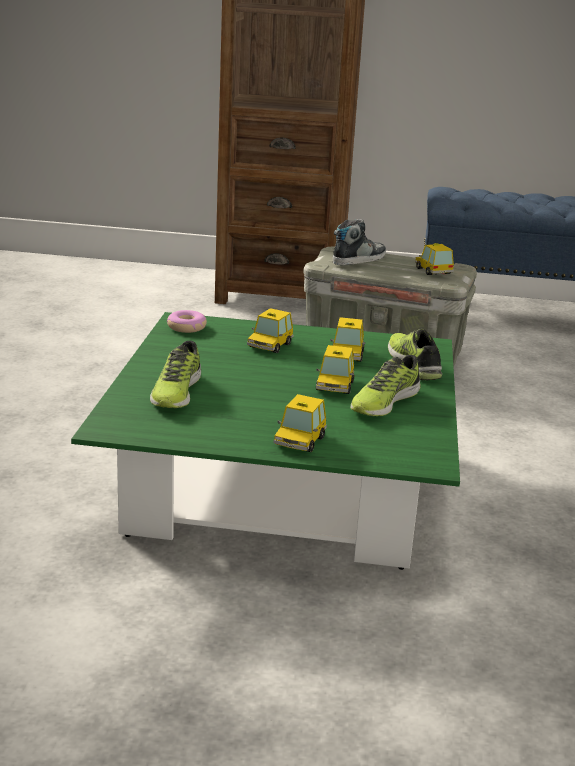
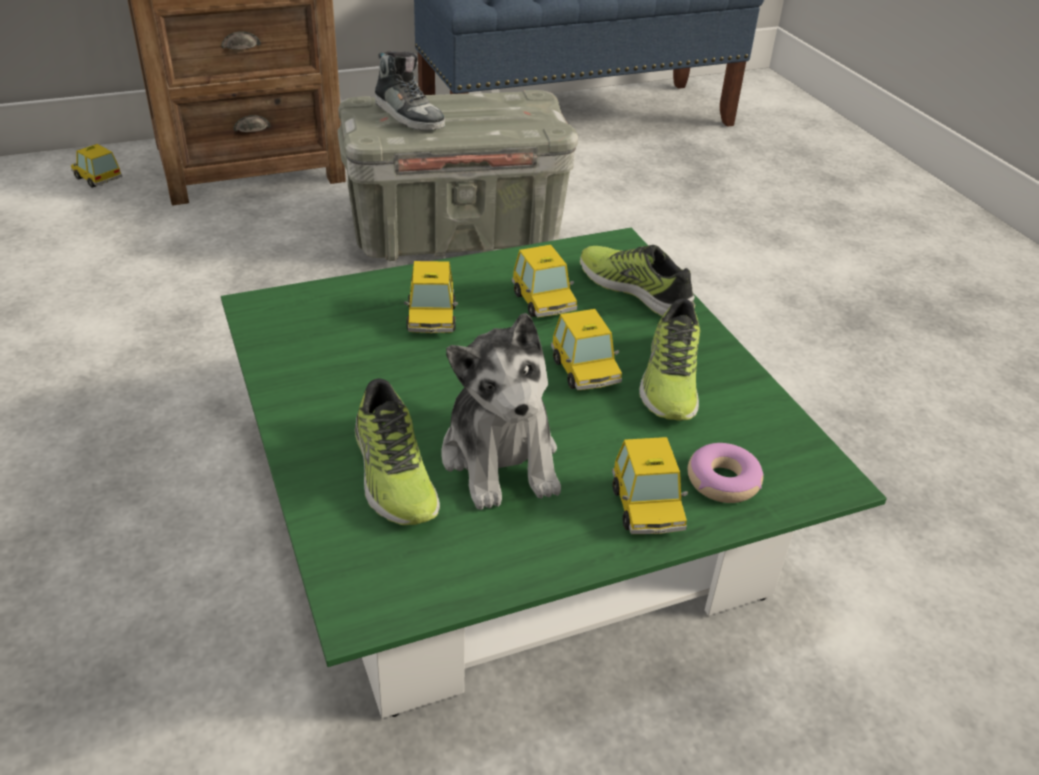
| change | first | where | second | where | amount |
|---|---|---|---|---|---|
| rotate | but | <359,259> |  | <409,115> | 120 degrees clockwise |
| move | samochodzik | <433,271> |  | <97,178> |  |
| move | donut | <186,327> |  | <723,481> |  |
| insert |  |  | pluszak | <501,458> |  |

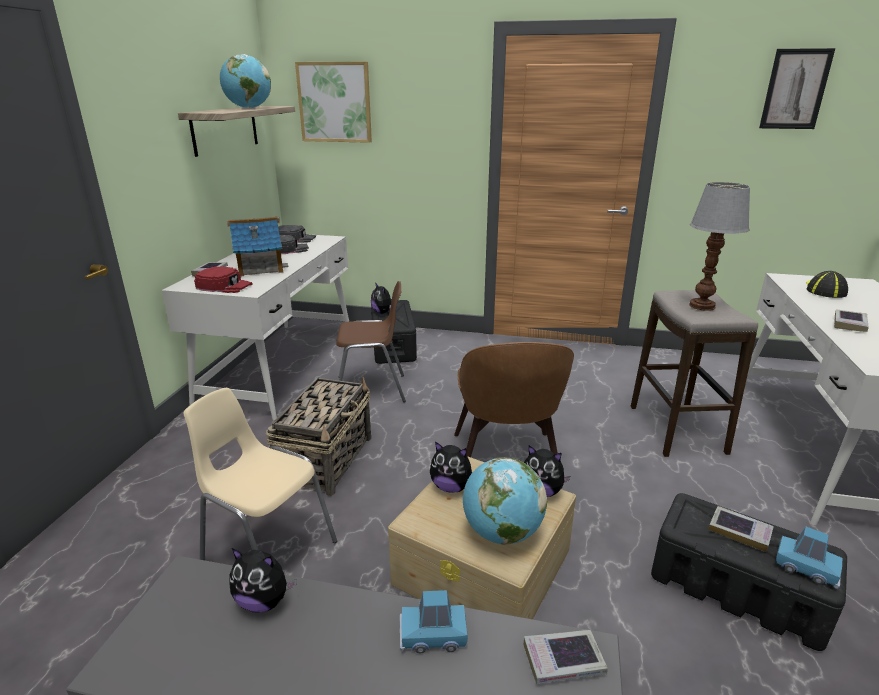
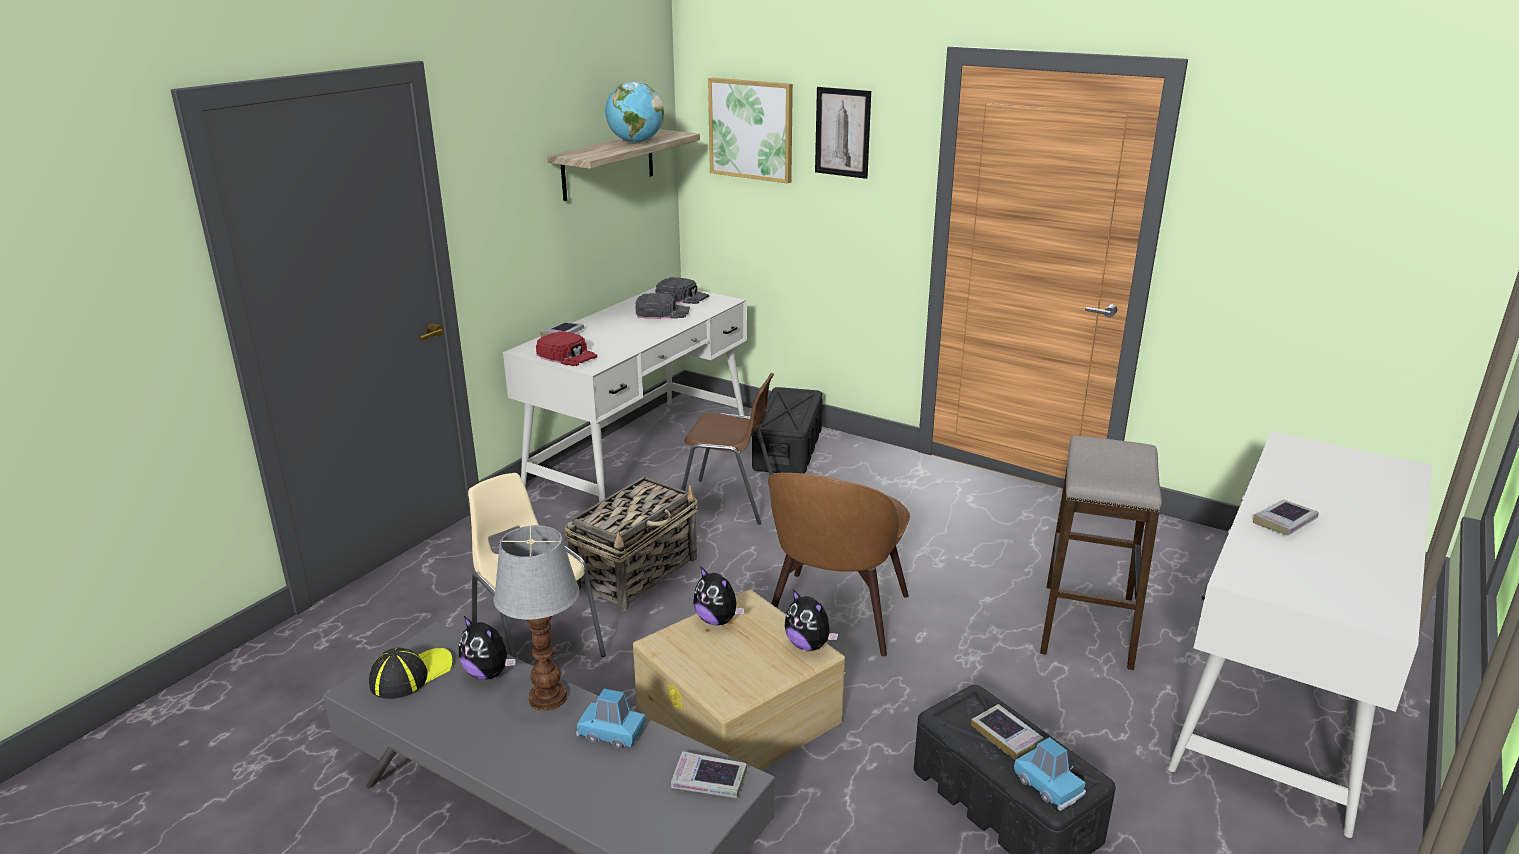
| change | first | where | second | where | amount |
|---|---|---|---|---|---|
| move | obraz | <795,89> |  | <842,132> |  |
| move | lampa stołowa | <703,306> |  | <549,698> |  |
| delete | domek | <259,268> |  |  |  |
| move | czapka z daszkiem | <824,290> |  | <411,675> |  |
| delete | pluszak | <382,312> |  |  |  |
| delete | globus | <501,533> |  |  |  |

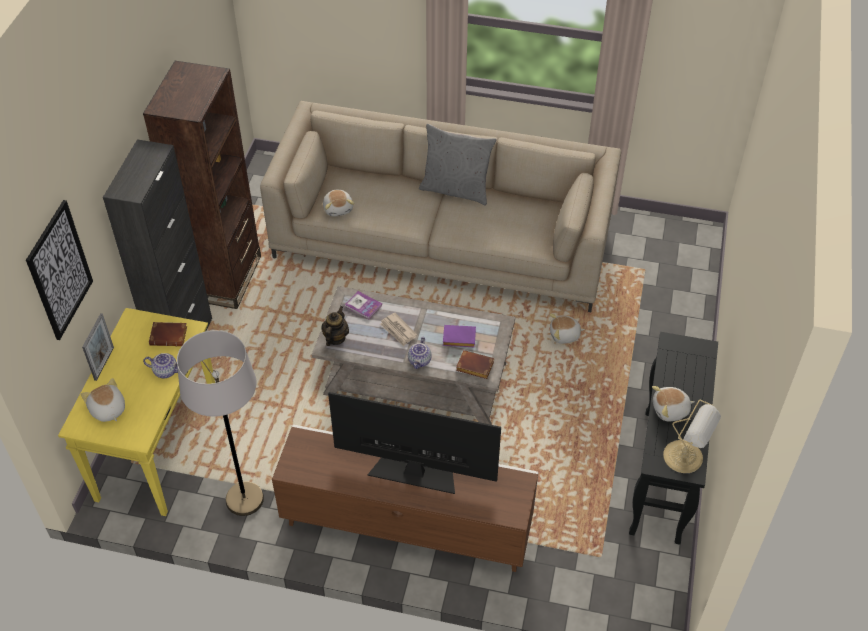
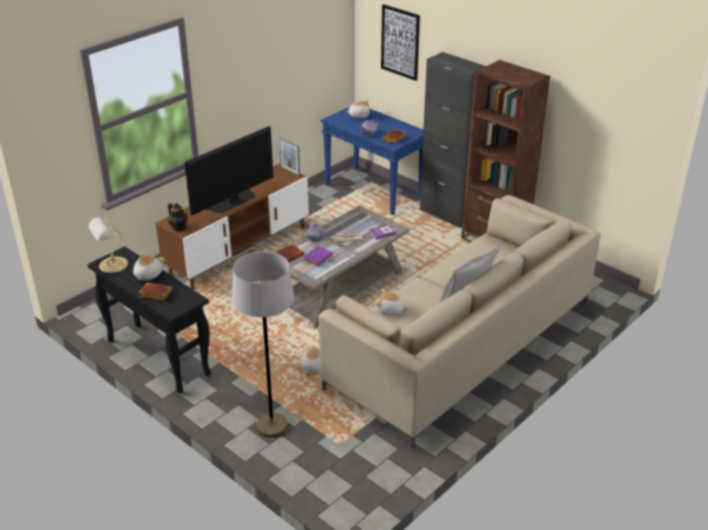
| change | first | where | second | where | amount |
|---|---|---|---|---|---|
| move | pluszak | <338,208> |  | <390,311> |  |
| move | imbryk | <335,338> |  | <179,227> |  |
| recolor | stolik konsolowy (żółty) | <158,446> | stolik konsolowy (niebieski) | <374,191> |  |
| move | ramka na zdjęcie | <104,363> |  | <290,171> |  |
| move | lampa stojąca (szary) | <244,499> |  | <271,426> |  |
| insert |  |  | książka (brązowy) | <154,294> |  |

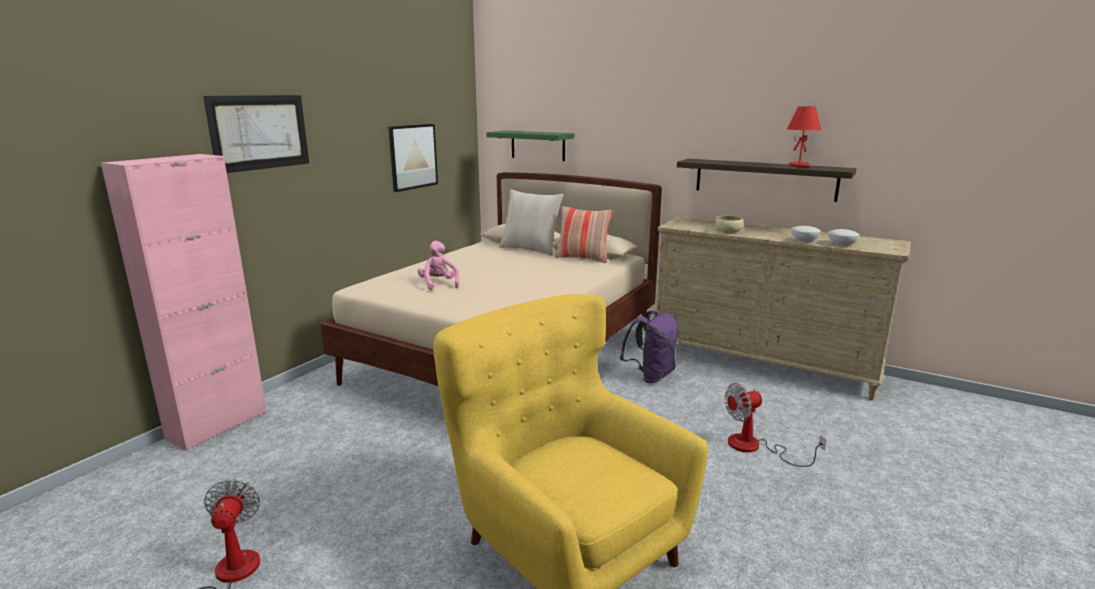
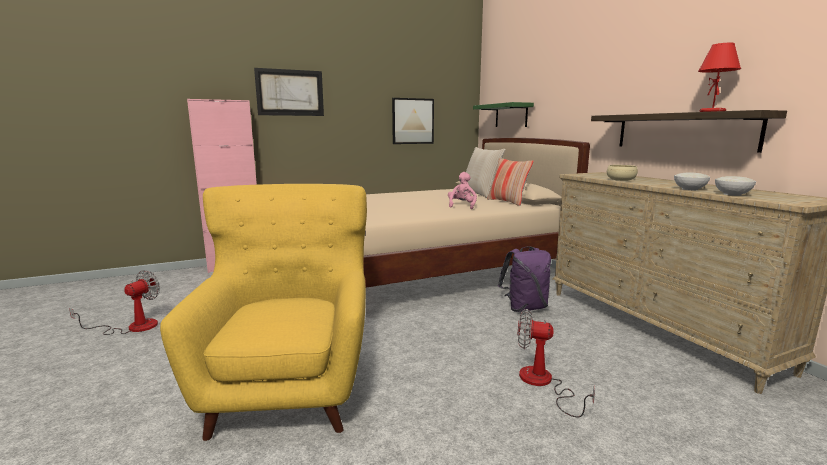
| change | first | where | second | where | amount |
|---|---|---|---|---|---|
| move | pluszak (różowy) | <439,284> |  | <462,206> |  |

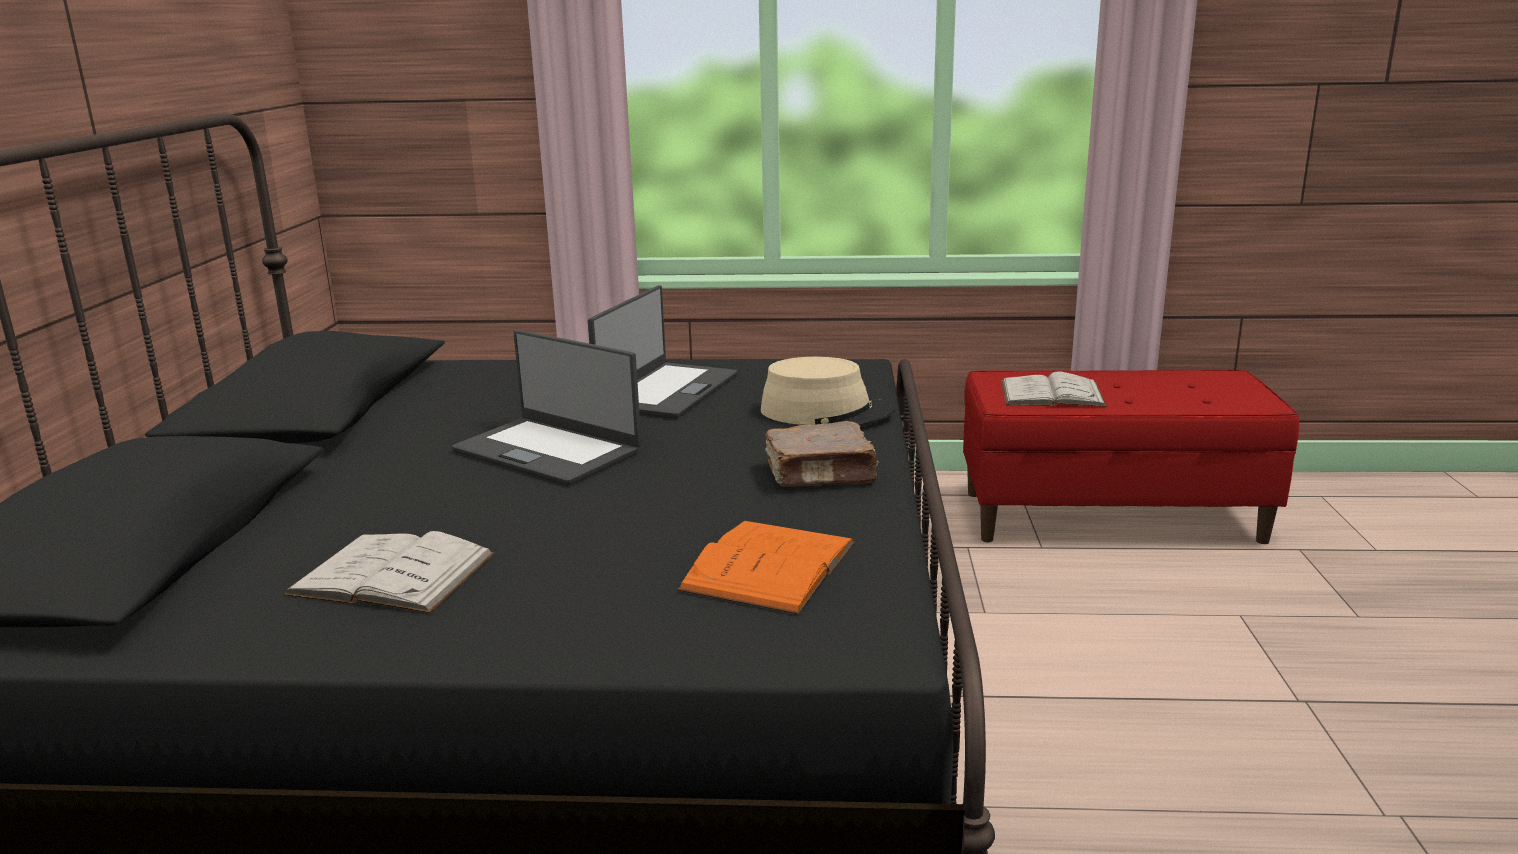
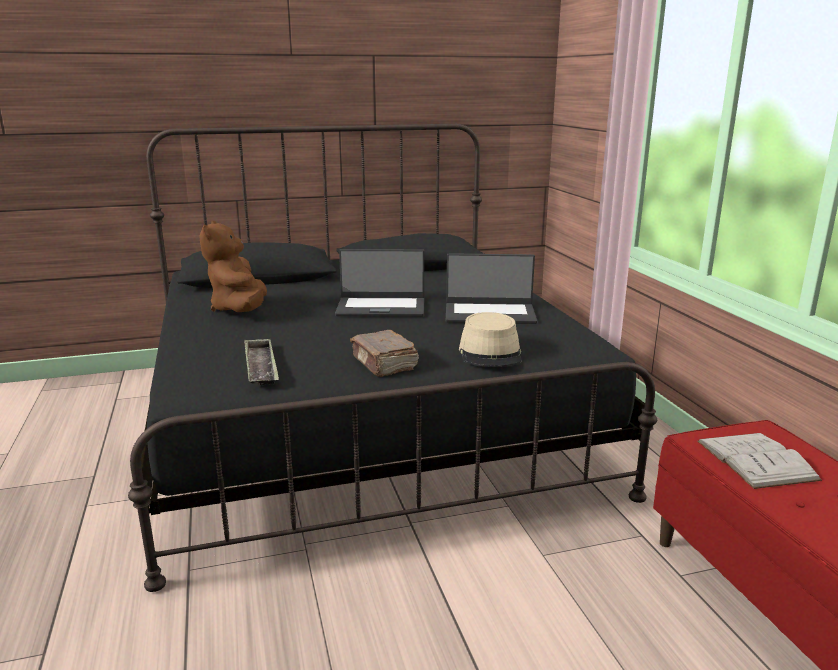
| change | first | where | second | where | amount |
|---|---|---|---|---|---|
| rotate | laptop | <548,451> |  | <381,307> | 105 degrees counterclockwise |
| replace | książka (pomarańczowy) | <769,566> | taca | <261,367> |  |
| replace | książka (biały) | <392,574> | pluszak (brązowy) | <240,310> |  |

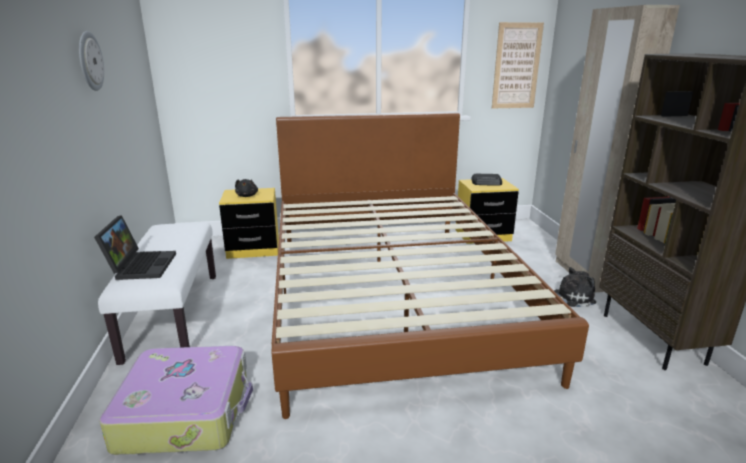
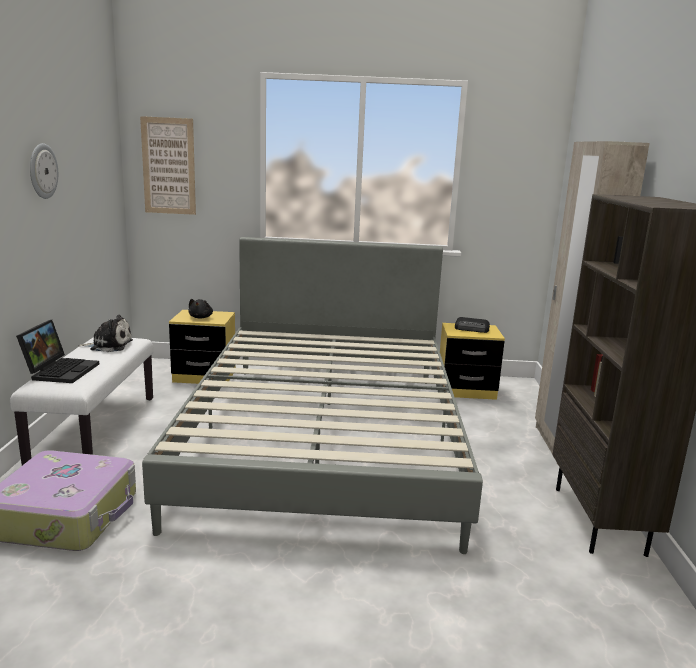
| change | first | where | second | where | amount |
|---|---|---|---|---|---|
| move | obraz | <516,66> |  | <168,166> |  |
| recolor | łóżko (brązowy) | <392,294> | łóżko (szary) | <327,437> |  |
| move | pluszak | <571,298> |  | <109,345> |  |

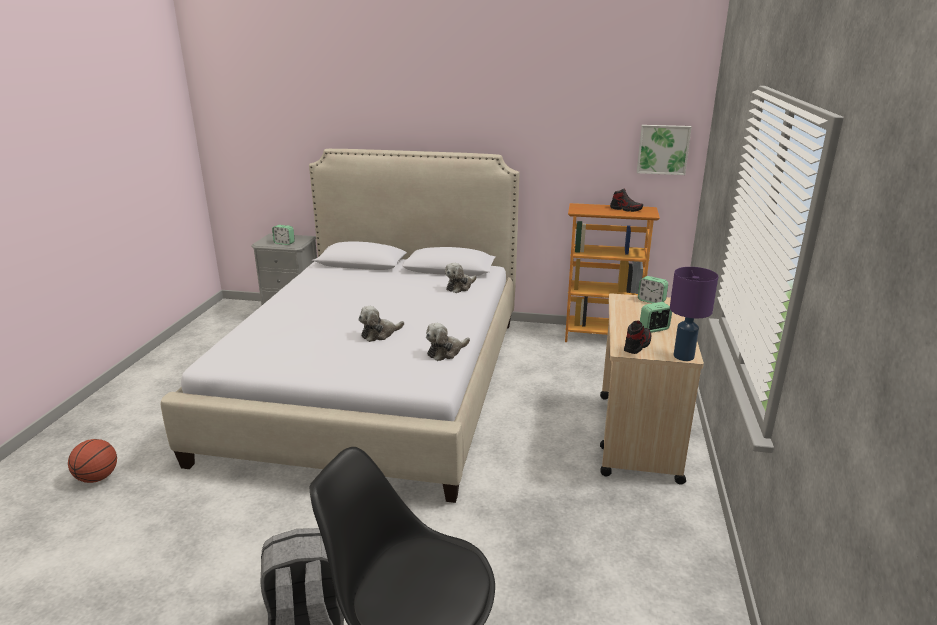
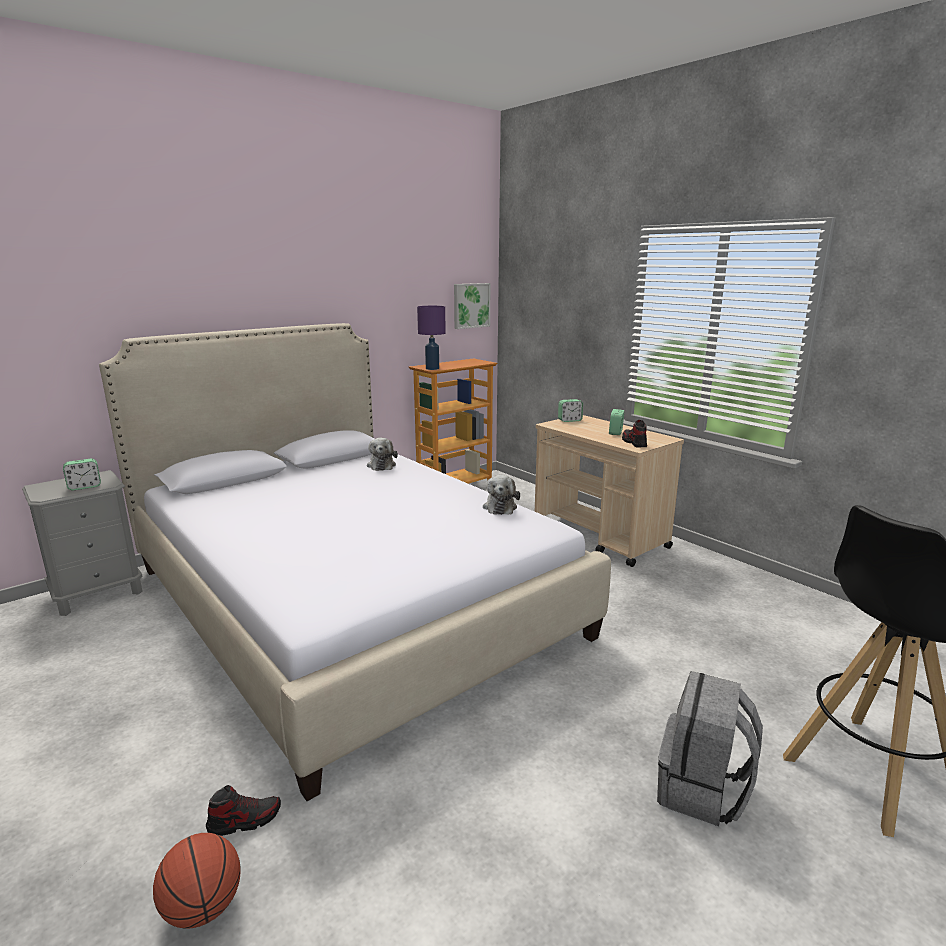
| change | first | where | second | where | amount |
|---|---|---|---|---|---|
| move | but | <626,209> |  | <245,820> |  |
| move | lampa stołowa (fioletowy) | <684,356> |  | <432,368> |  |
| delete | pluszak | <379,334> |  |  |  |

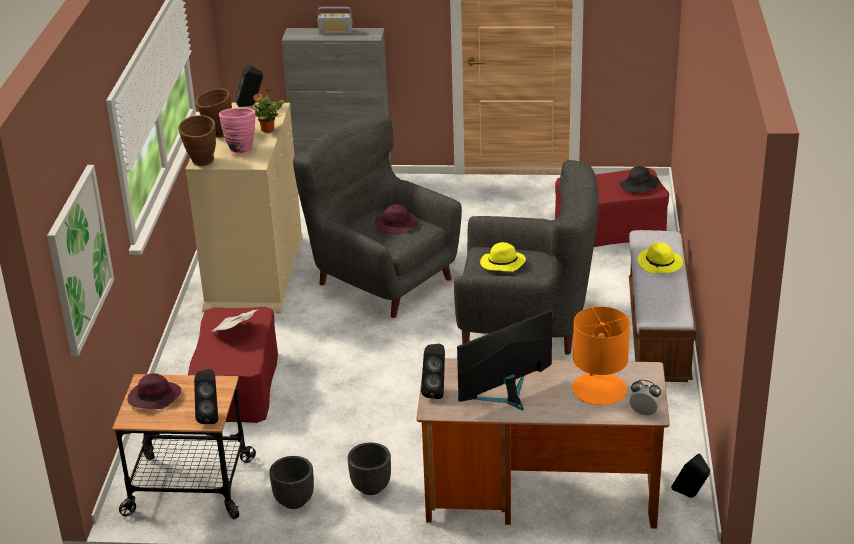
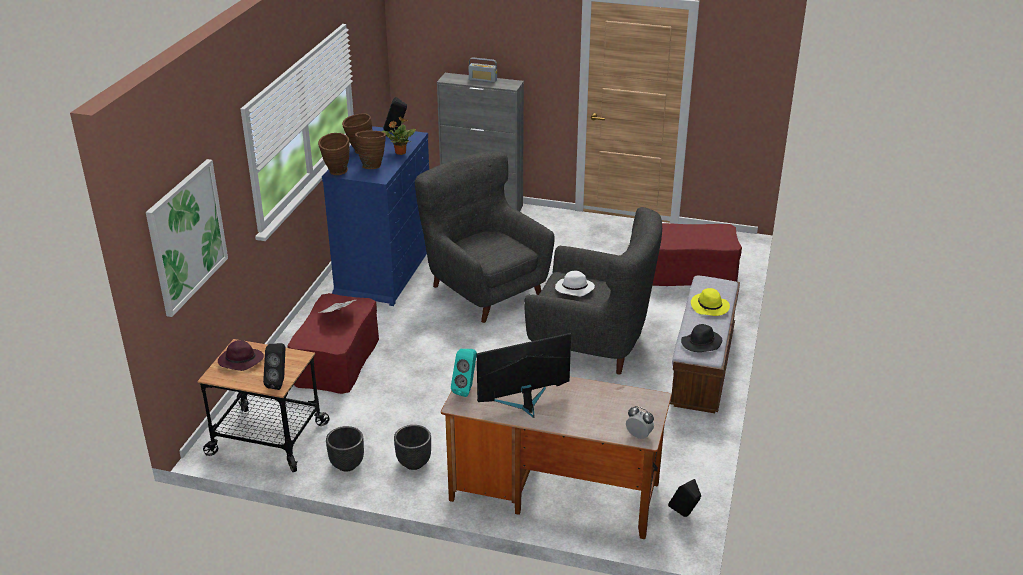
| change | first | where | second | where | amount |
|---|---|---|---|---|---|
| recolor | komoda (beżowy) | <254,272> | komoda (niebieski) | <384,270> |  |
| recolor | wazon (różowy) | <240,149> | wazon (brązowy) | <372,166> |  |
| move | kapelusz (czarny) | <638,186> |  | <701,344> |  |
| delete | kapelusz (fioletowy) | <397,224> |  |  |  |
| recolor | kapelusz (żółty) | <502,264> | kapelusz (biały) | <574,289> |  |
| delete | lampa stołowa (pomarańczowy) | <599,389> |  |  |  |
| recolor | głośnik (czarny) | <436,391> | głośnik (turkusowy) | <466,389> |  |

